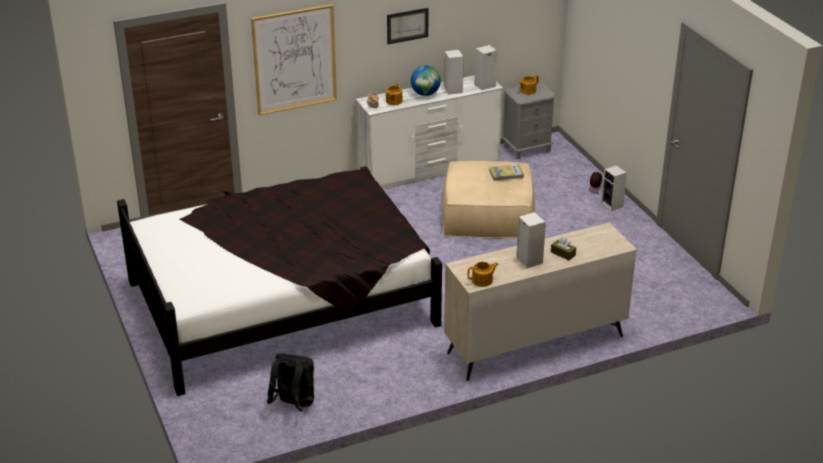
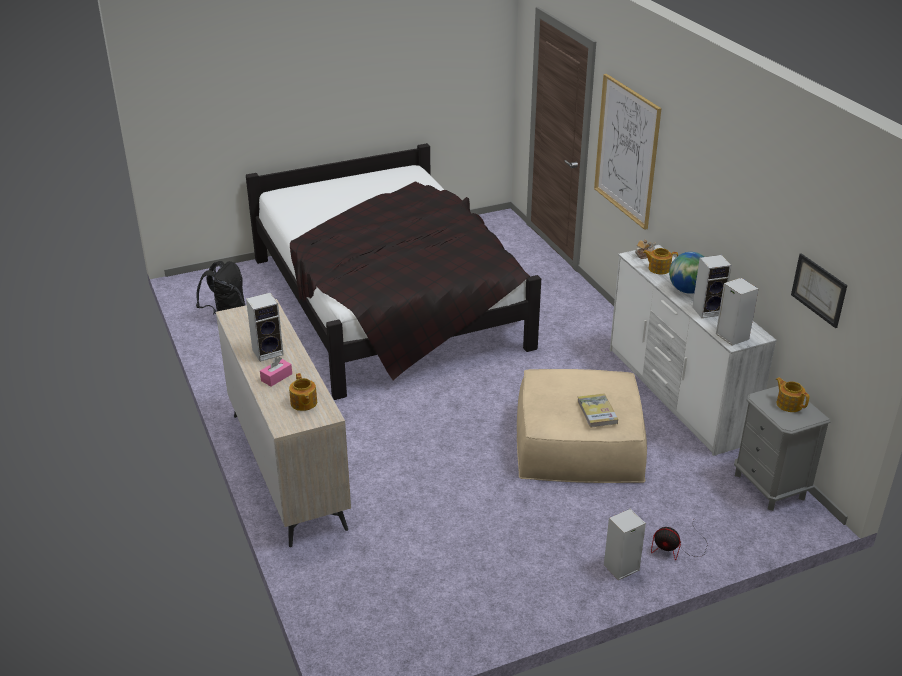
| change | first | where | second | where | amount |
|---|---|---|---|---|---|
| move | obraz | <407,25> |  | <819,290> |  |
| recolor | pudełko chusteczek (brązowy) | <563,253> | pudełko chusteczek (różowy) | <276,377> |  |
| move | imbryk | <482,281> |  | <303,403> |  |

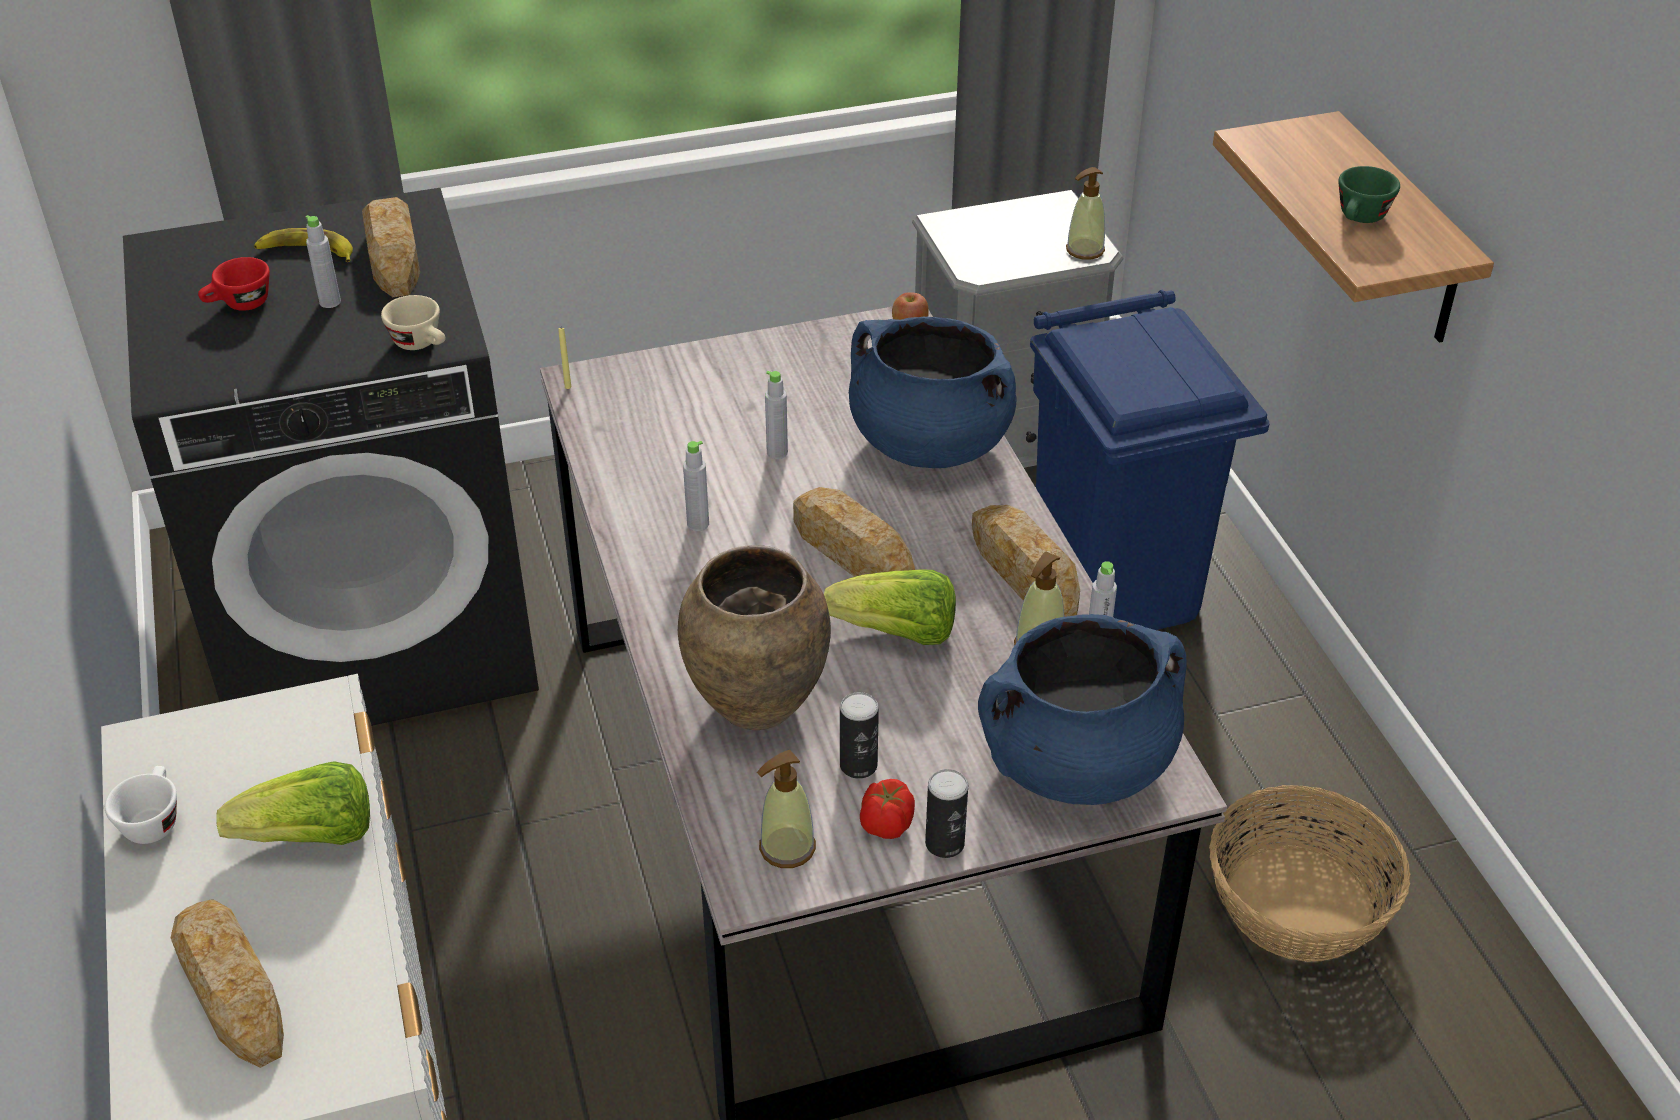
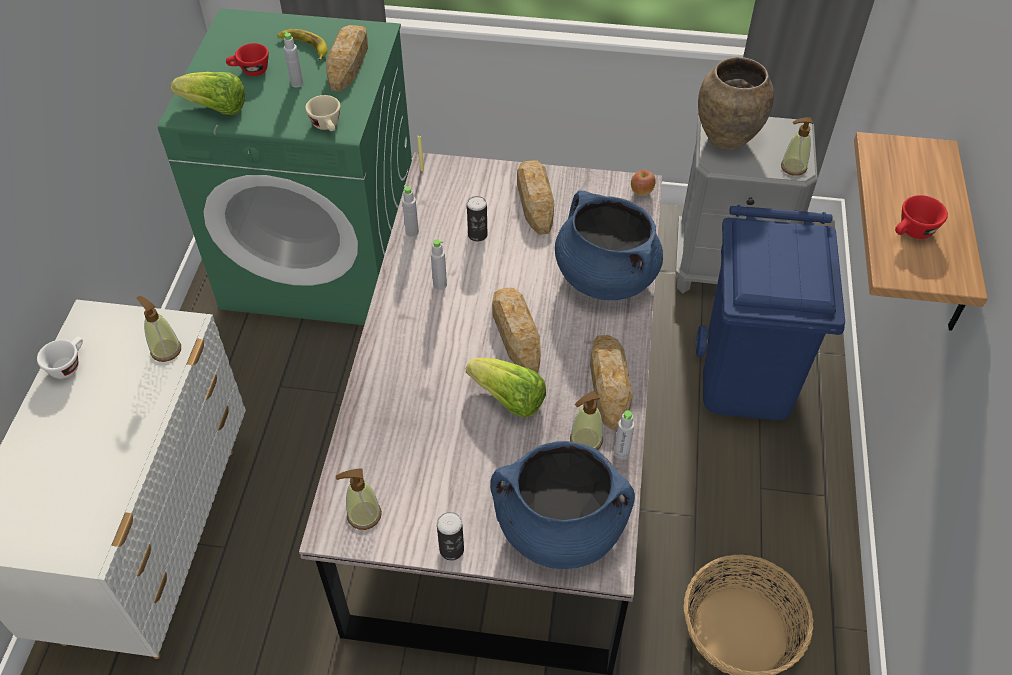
| change | first | where | second | where | amount |
|---|---|---|---|---|---|
| recolor | filiżanka (zielony) | <1360,219> | filiżanka (czerwony) | <912,232> |  |
| recolor | pralka (czarny) | <376,627> | pralka (zielony) | <323,259> |  |
| move | butelka (szary) | <777,452> |  | <412,232> |  |
| move | wazon (brązowy) | <755,705> |  | <725,139> |  |
| move | puszka | <858,765> |  | <477,235> |  |
| move | sałata | <311,837> |  | <215,108> |  |
| delete | pomidor | <885,825> |  |  |  |
| move | chleb | <231,989> |  | <535,200> |  |
| insert |  |  | dozownik mydła | <166,350> |  |

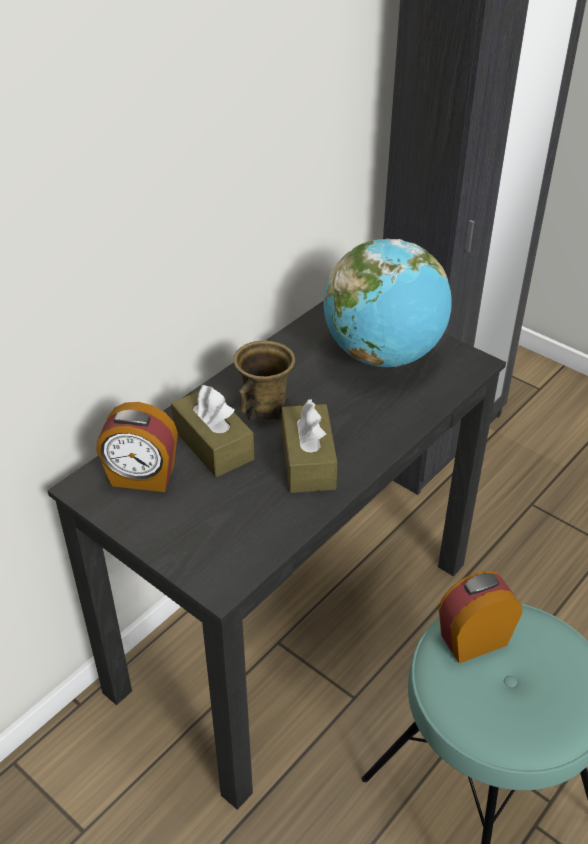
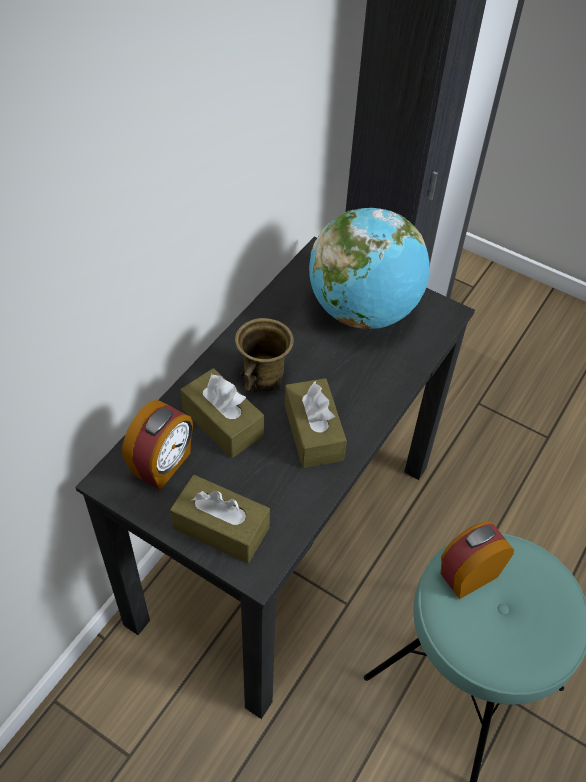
| change | first | where | second | where | amount |
|---|---|---|---|---|---|
| rotate | budzik | <142,477> |  | <163,464> | 60 degrees counterclockwise |
| insert |  |  | pudełko chusteczek (brązowy) | <221,527> |  |

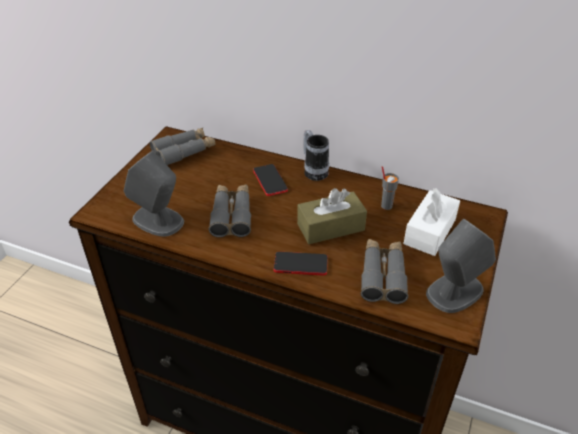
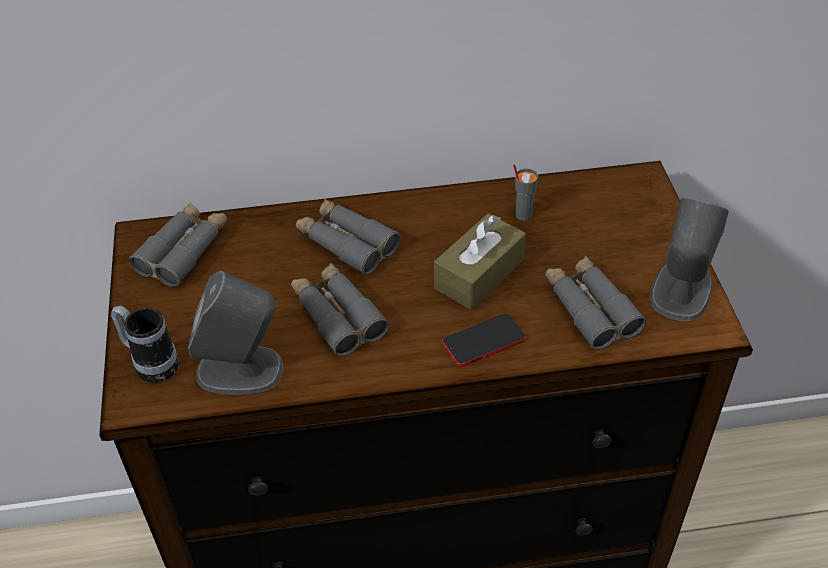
| change | first | where | second | where | amount |
|---|---|---|---|---|---|
| move | kubek | <313,171> |  | <151,363> |  |
| replace | telefon | <270,180> | lornetka (szary) | <347,243> |  |
| delete | pudełko chusteczek (biały) | <429,232> |  |  |  |

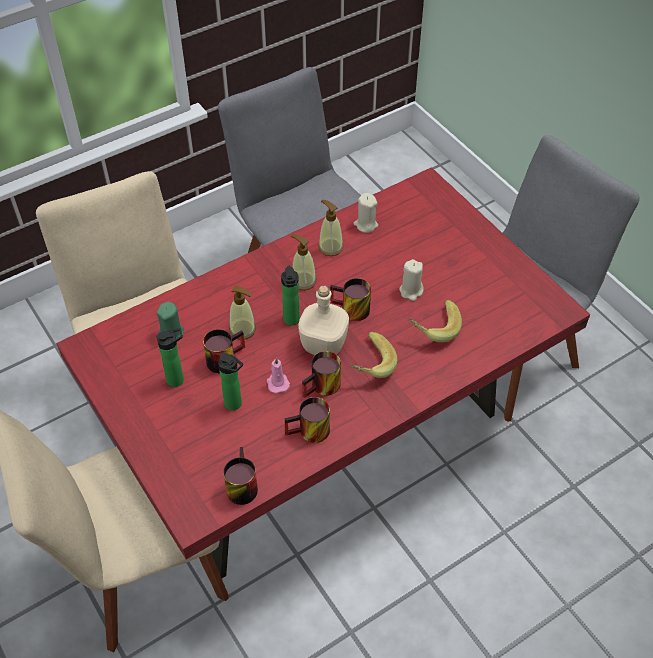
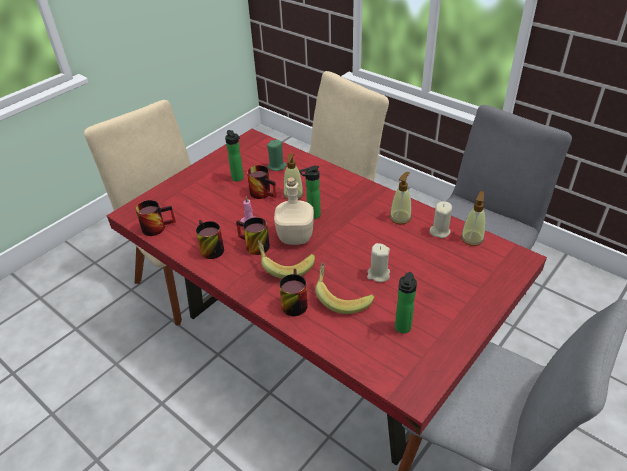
| change | first | where | second | where | amount |
|---|---|---|---|---|---|
| move | dozownik mydła | <303,281> |  | <472,238> |  |
| move | kubek | <350,311> |  | <292,302> |  |
| move | butelka | <235,405> |  | <402,329> |  |

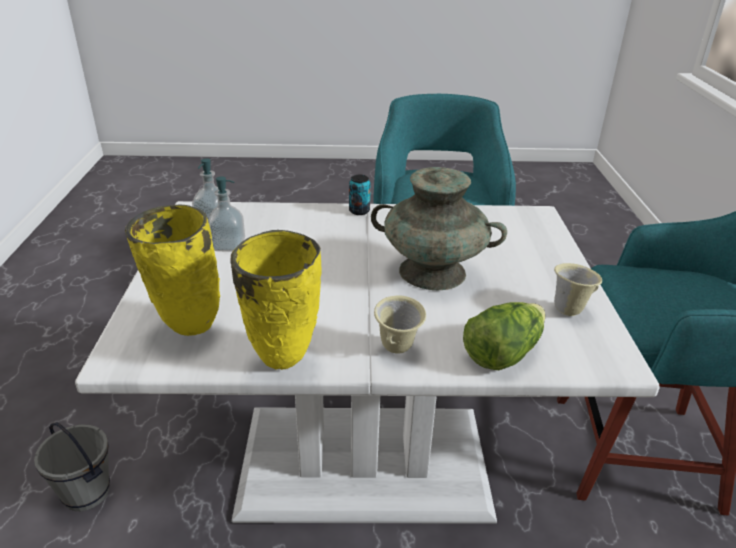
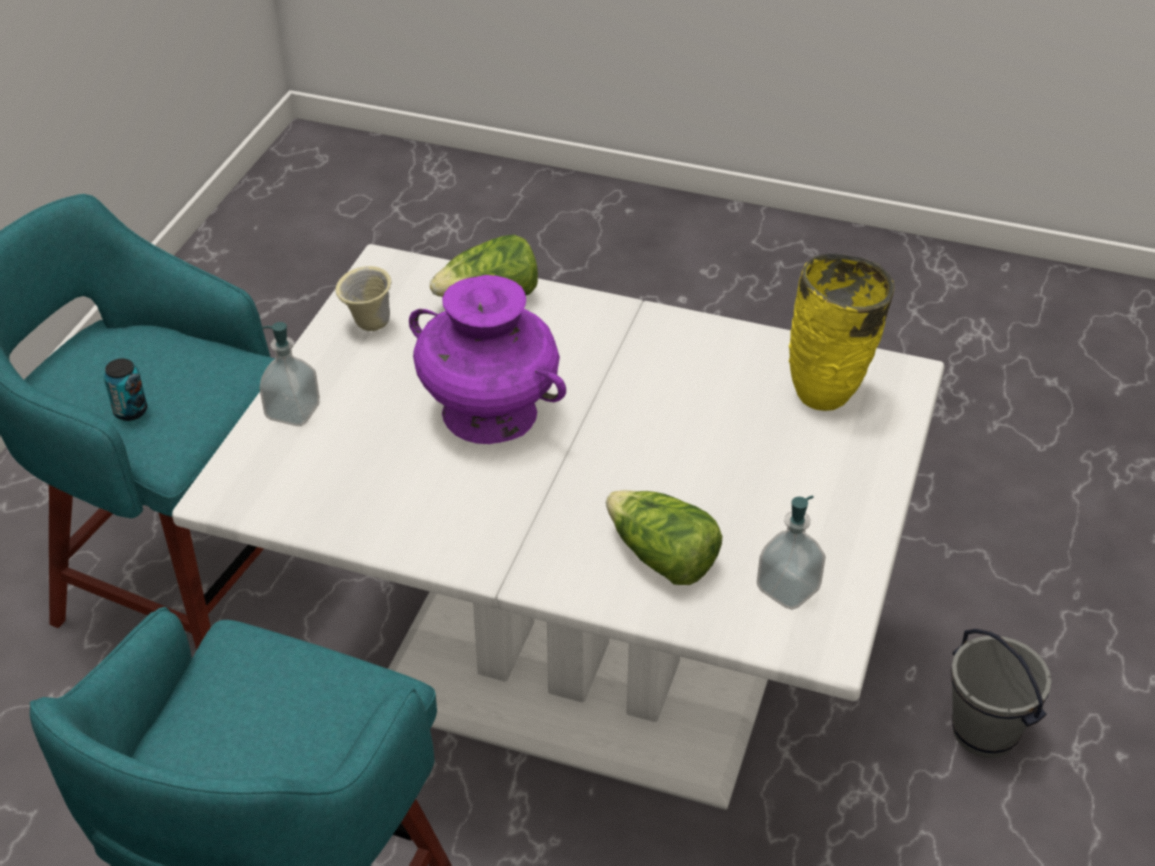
| change | first | where | second | where | amount |
|---|---|---|---|---|---|
| recolor | wazon (turkusowy) | <433,272> | wazon (fioletowy) | <488,412> |  |
| move | puszka | <359,211> |  | <130,411> |  |
| move | dozownik mydła | <228,245> |  | <293,412> |  |
| delete | wazon (żółty) | <282,361> |  |  |  |
| delete | kubek (beżowy) | <398,350> |  |  |  |
| insert |  |  | sałata | <661,558> |  |

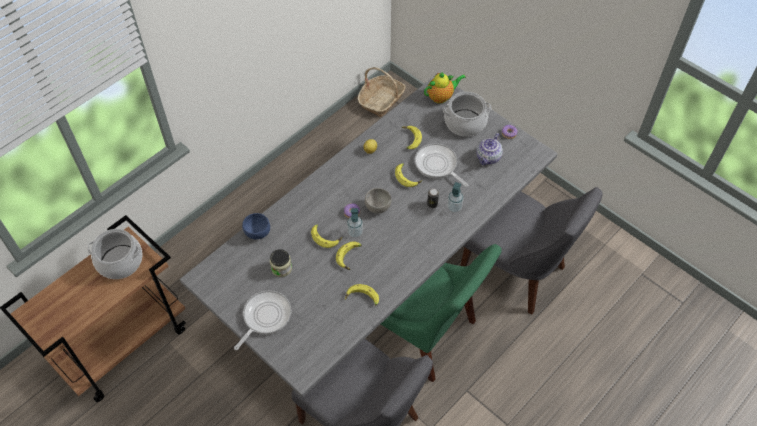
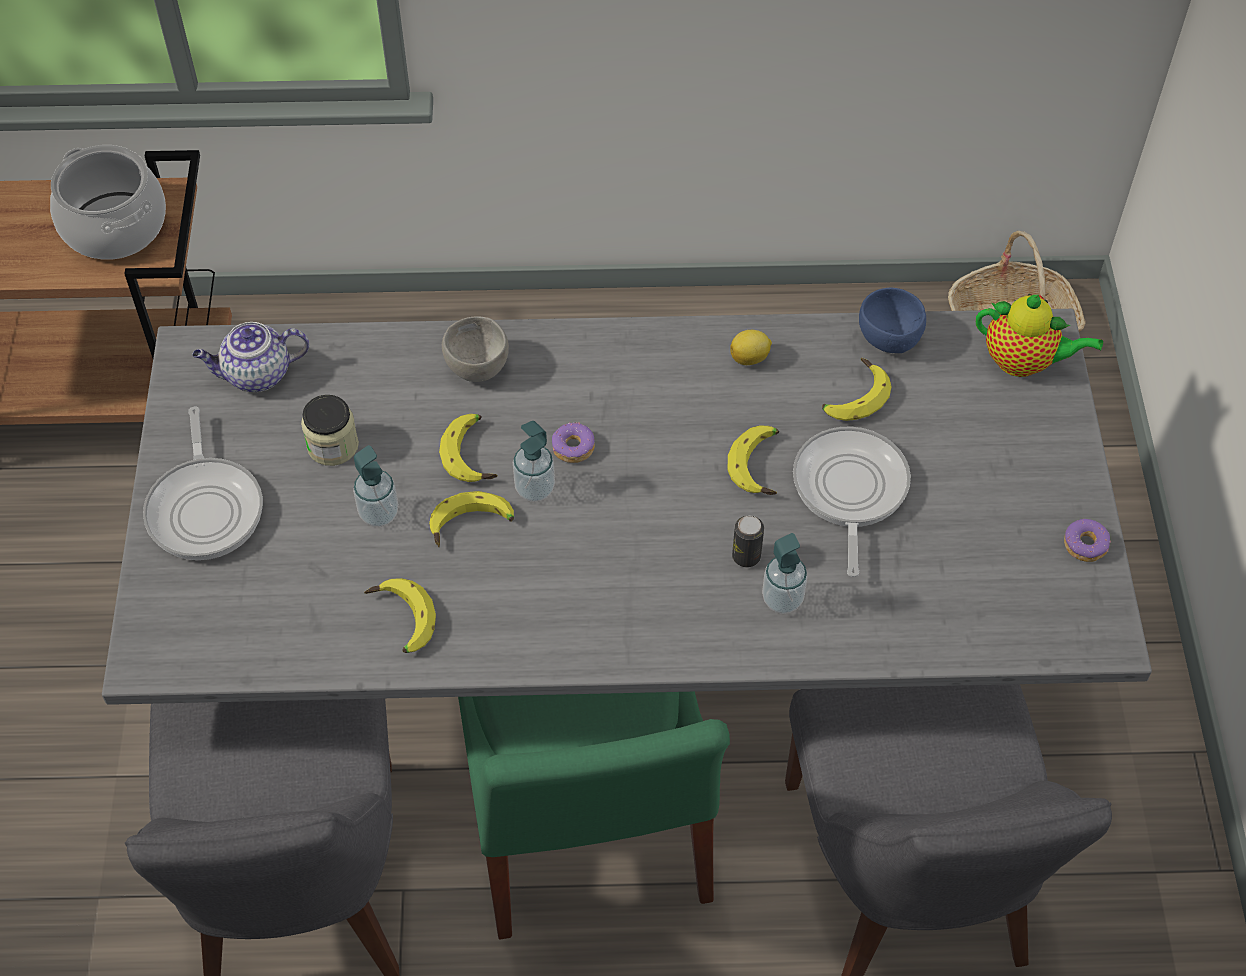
| change | first | where | second | where | amount |
|---|---|---|---|---|---|
| delete | garnek | <465,123> |  |  |  |
| move | imbryk | <488,158> |  | <256,375> |  |
| move | miska (szary) | <377,207> |  | <478,366> |  |
| move | miska (niebieski) | <258,233> |  | <888,340> |  |
| rotate | patelnia | <265,317> |  | <206,507> | 90 degrees clockwise |
| insert |  |  | dozownik mydła | <379,513> |  |

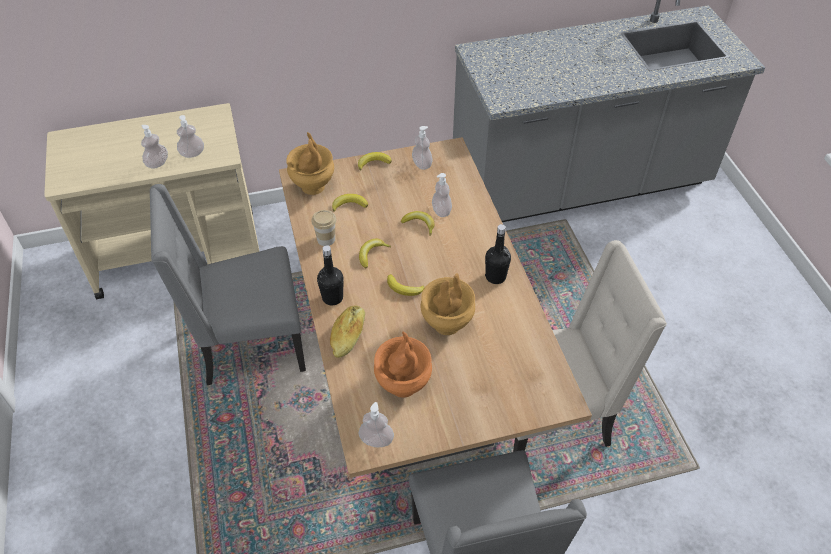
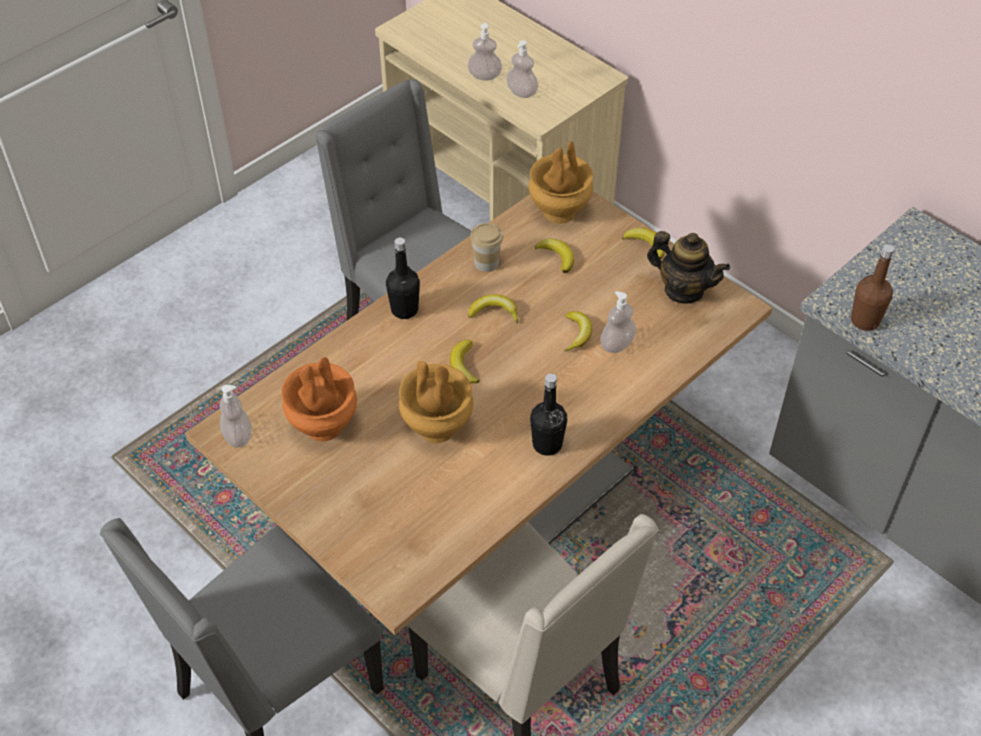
| change | first | where | second | where | amount |
|---|---|---|---|---|---|
| replace | dozownik mydła | <422,164> | imbryk | <683,290> |  |
| delete | chleb | <348,335> |  |  |  |
| insert |  |  | butelka (brązowy) | <865,320> |  |

